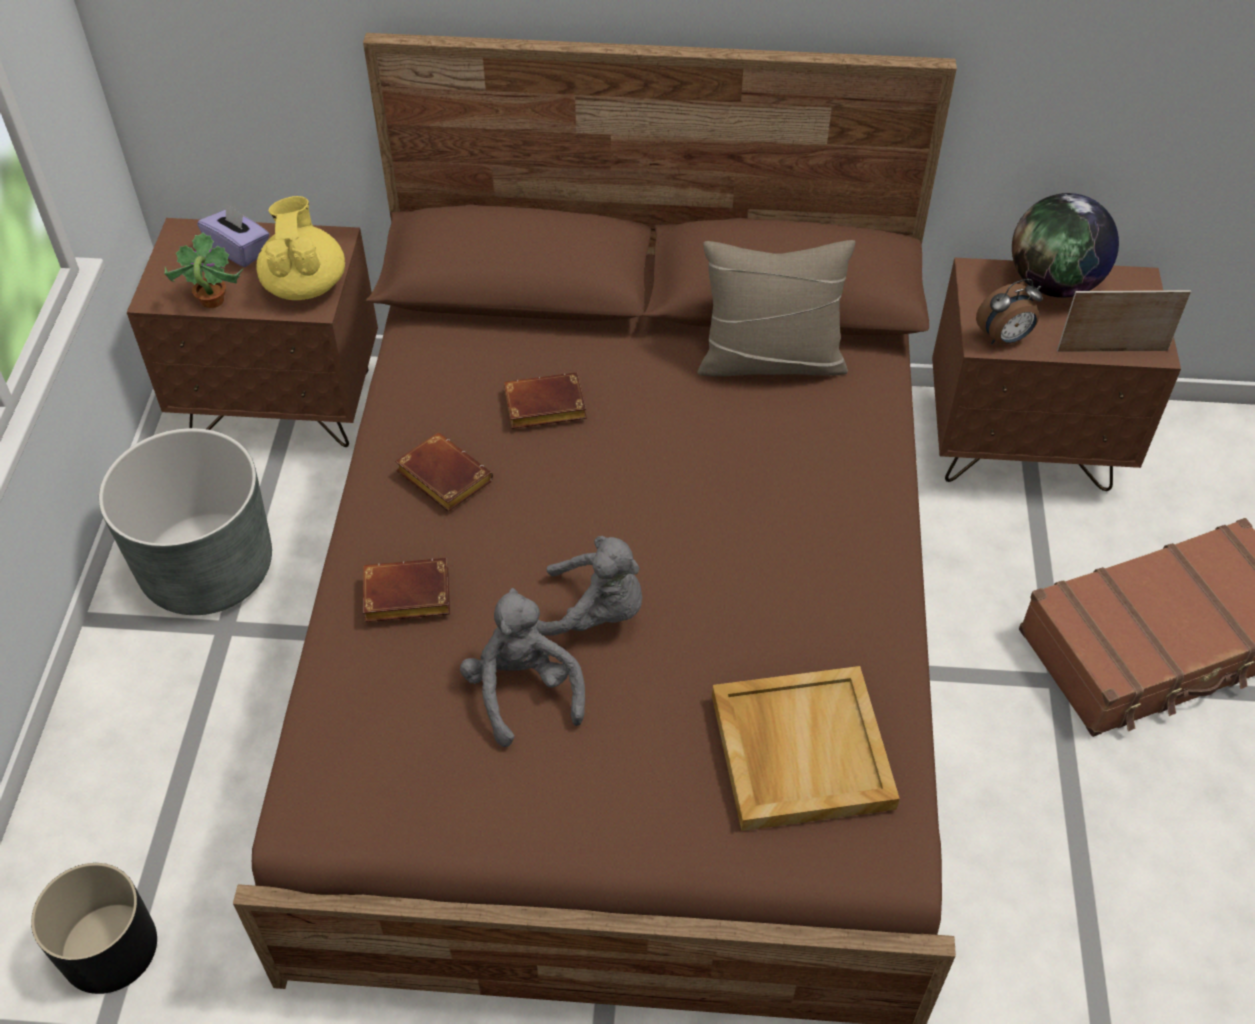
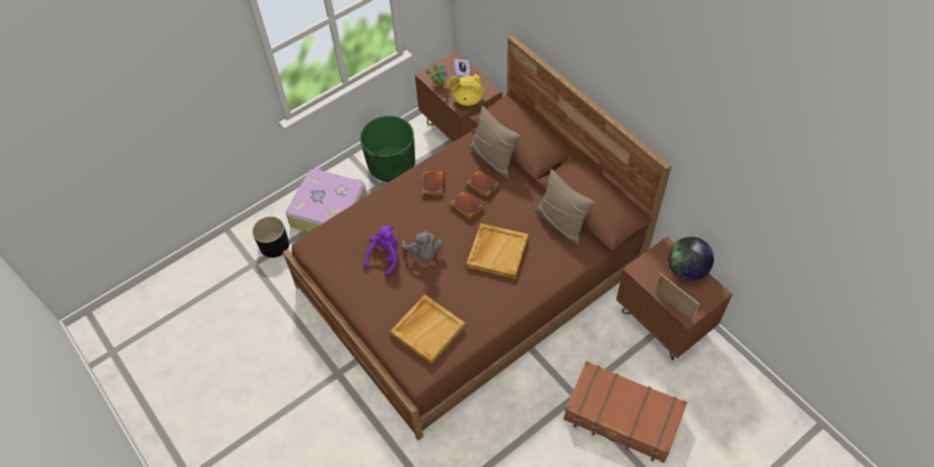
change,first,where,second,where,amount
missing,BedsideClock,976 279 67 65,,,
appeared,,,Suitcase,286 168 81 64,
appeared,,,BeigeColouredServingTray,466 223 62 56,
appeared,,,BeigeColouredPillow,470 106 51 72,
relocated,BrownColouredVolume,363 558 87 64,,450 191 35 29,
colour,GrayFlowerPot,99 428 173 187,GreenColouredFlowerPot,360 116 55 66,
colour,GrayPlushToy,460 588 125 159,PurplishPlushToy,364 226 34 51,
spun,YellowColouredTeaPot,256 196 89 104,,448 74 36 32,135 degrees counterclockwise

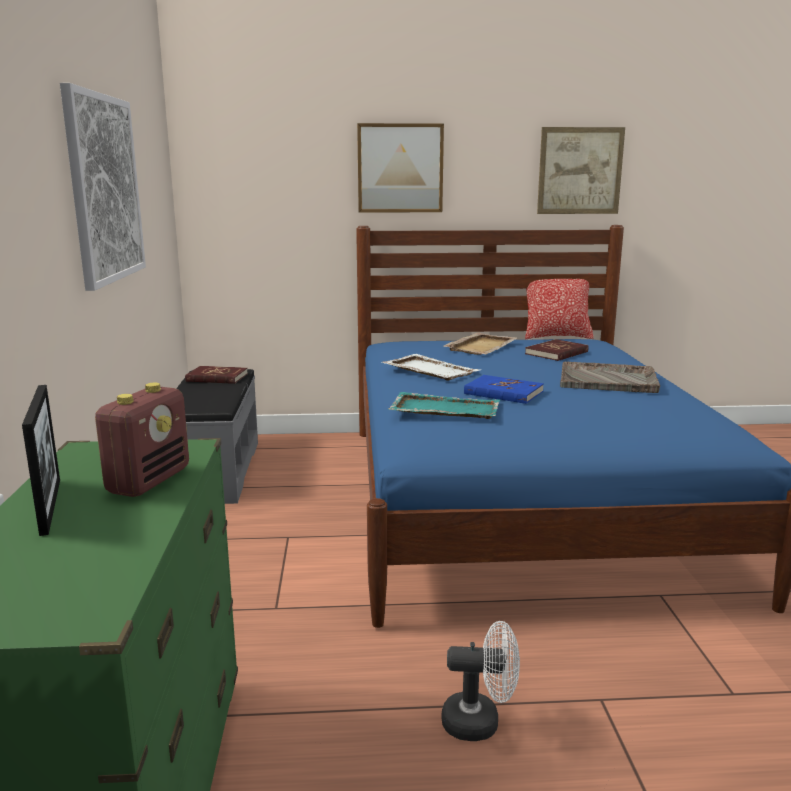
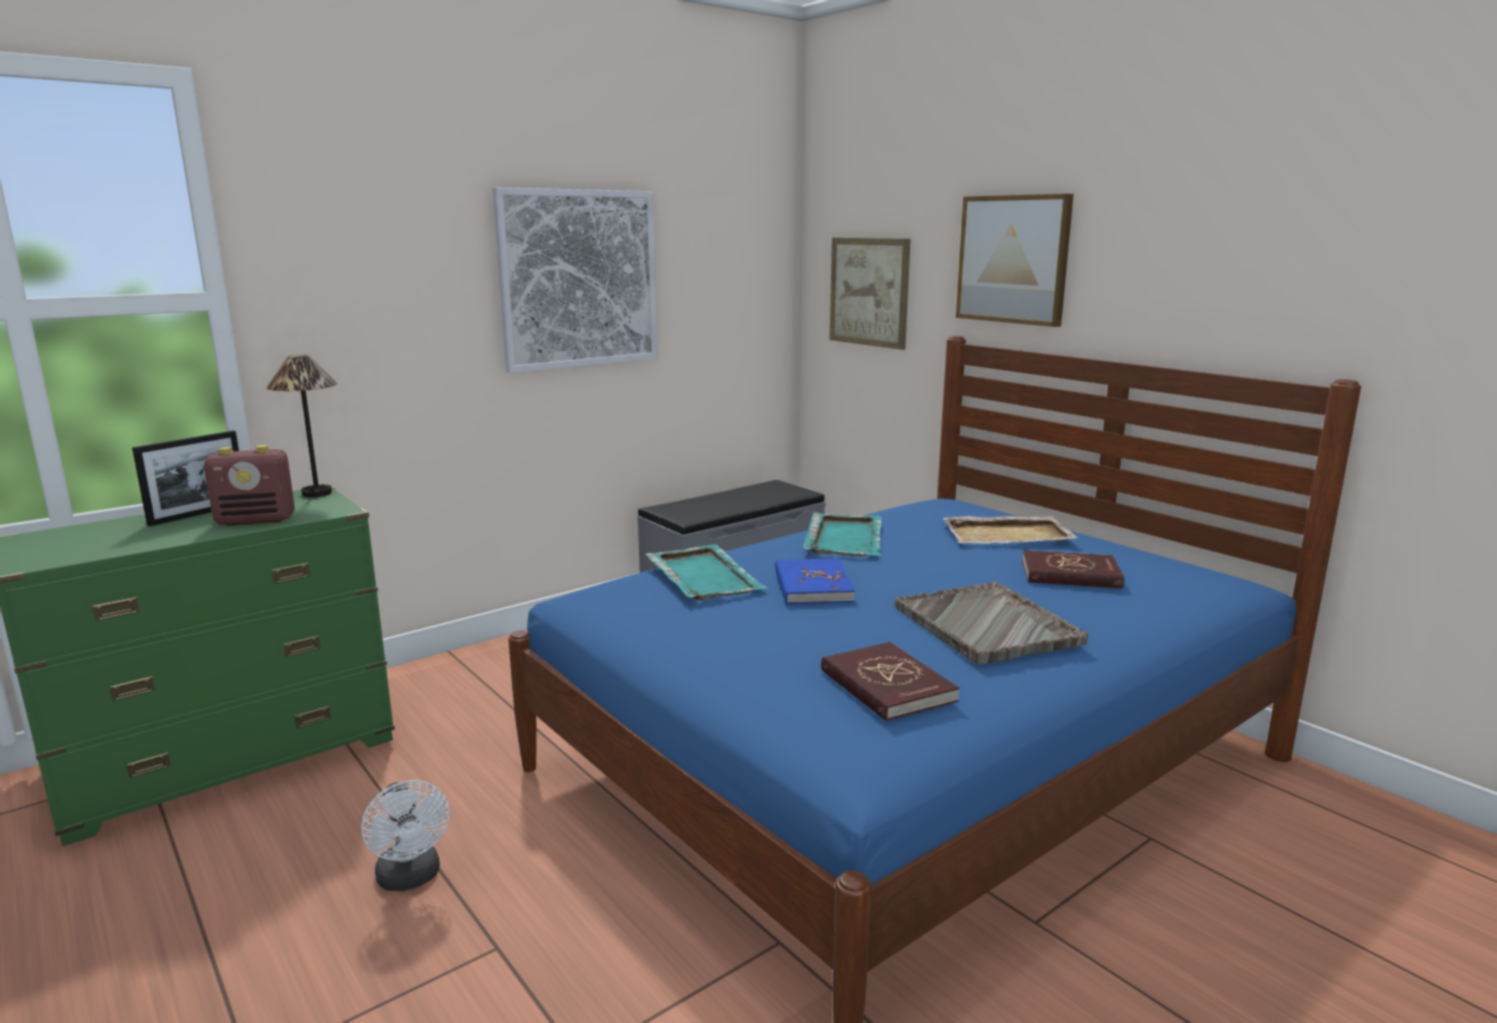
change,first,where,second,where,amount
missing,Pillow,525 273 69 66,,,
appeared,,,TabletopLamp,266 355 71 142,
relocated,RedVolume,185 366 63 18,,821 642 138 79,
relocated,Picture,537 127 88 87,,830 238 81 112,
colour,WhiteColouredServingTray,382 354 98 27,TurquoiseServingTray,803 513 78 44,

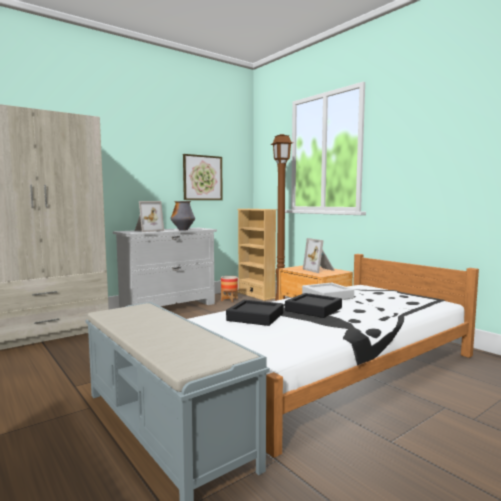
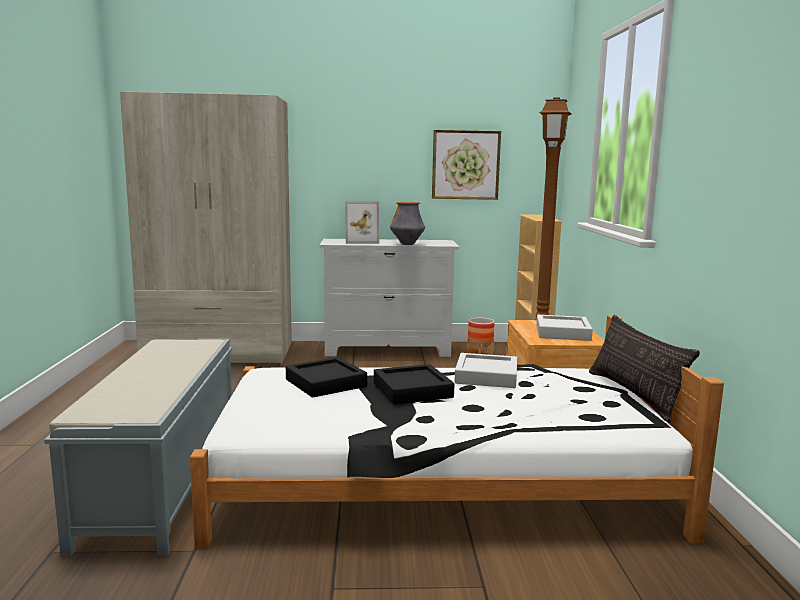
change,first,where,second,where,amount
appeared,,,Pillow,589 315 111 107,
exchanged,StandingFrame,303 238 32 35,GrayServingTray,536 315 57 26,

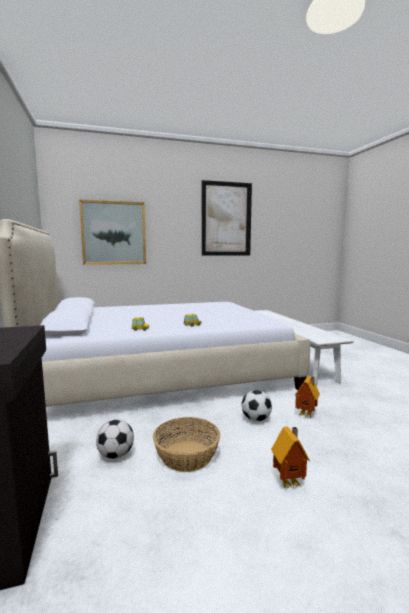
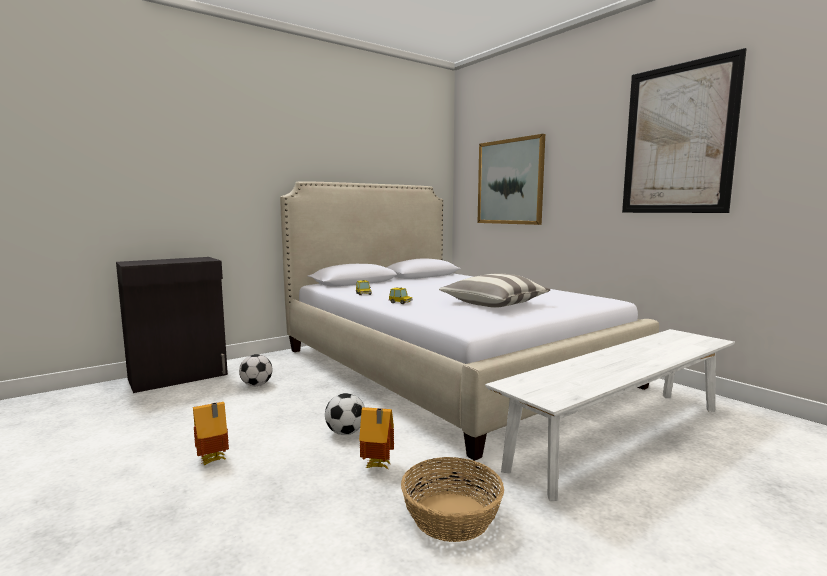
change,first,where,second,where,amount
appeared,,,Pillow,439 273 111 35,
relocated,Basket,153 417 67 55,,401 457 103 85,

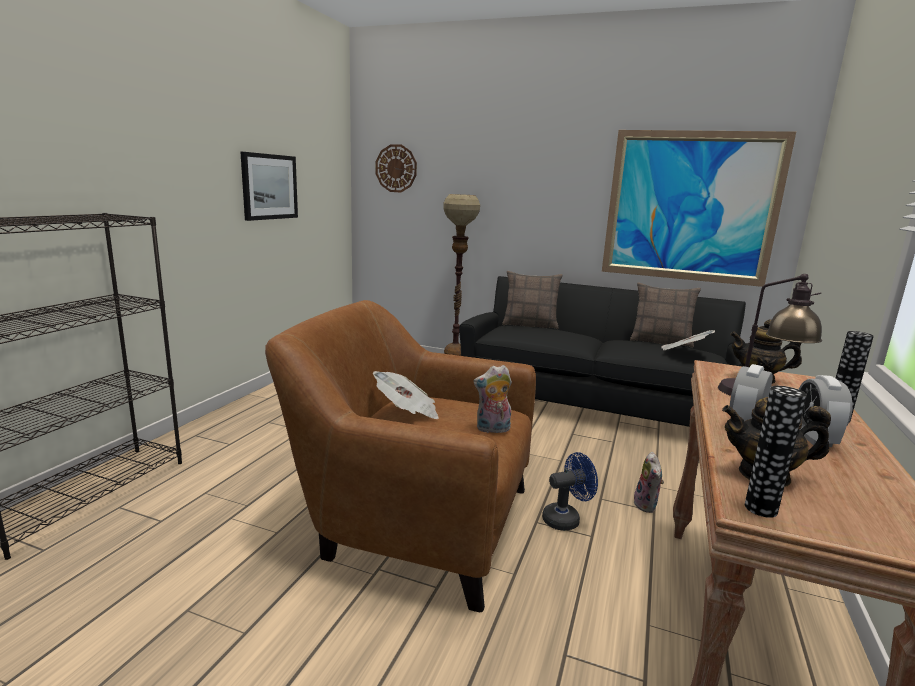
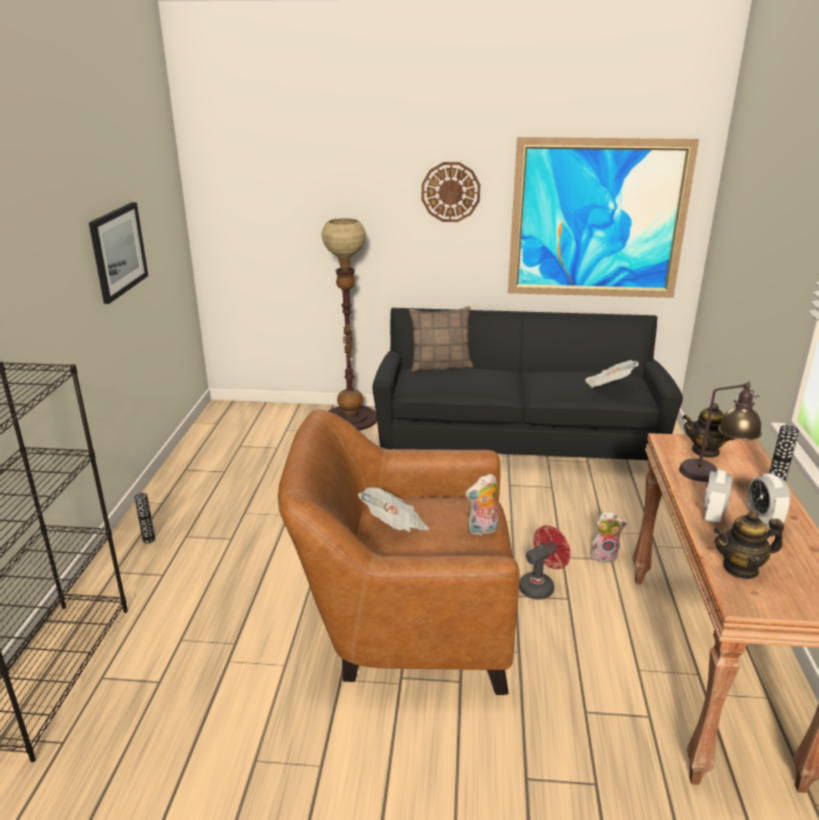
change,first,where,second,where,amount
missing,Pillow,630 282 71 66,,,
relocated,HangingClock,376 144 41 48,,422 162 58 60,
relocated,Vase,745 386 62 132,,134 493 21 50,
colour,BluishFan,542 452 56 79,RedFan,519 526 51 74,
spun,PlushToy,634 452 30 61,,590 512 37 51,75 degrees counterclockwise

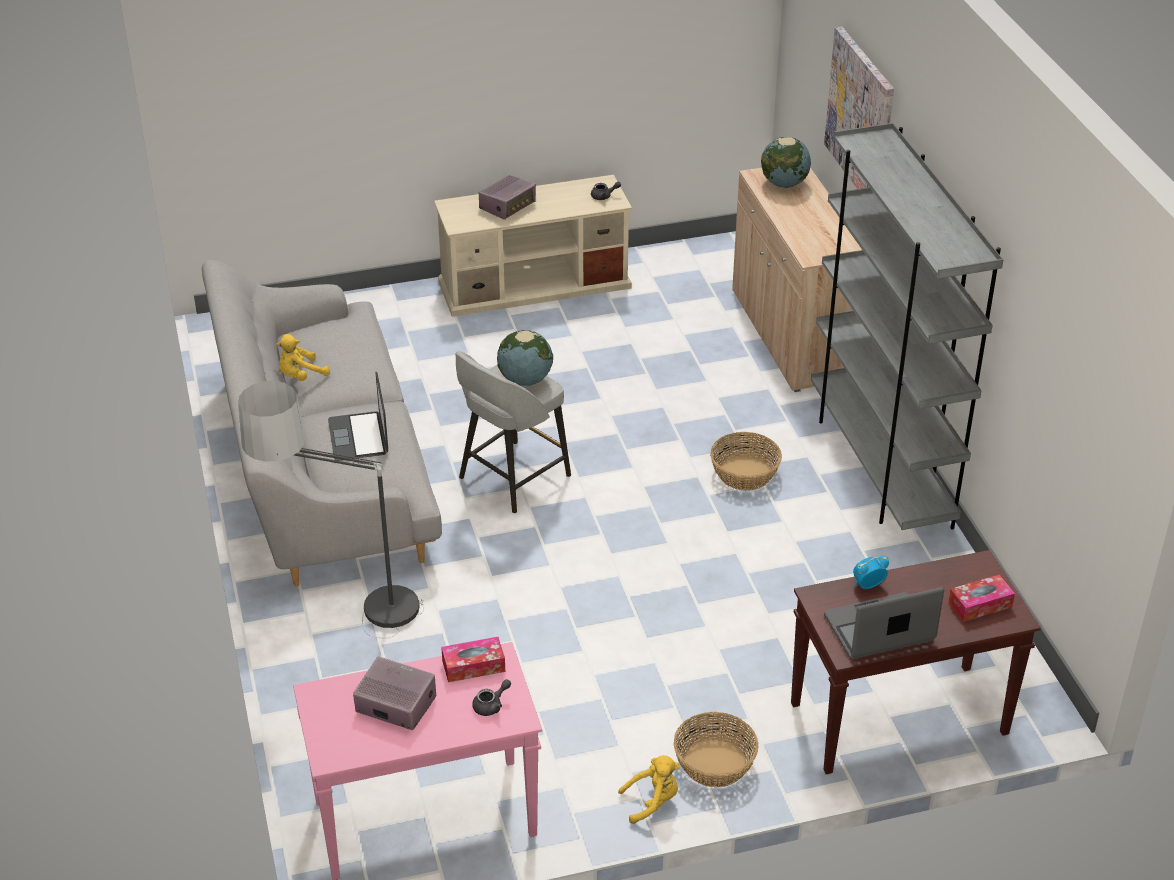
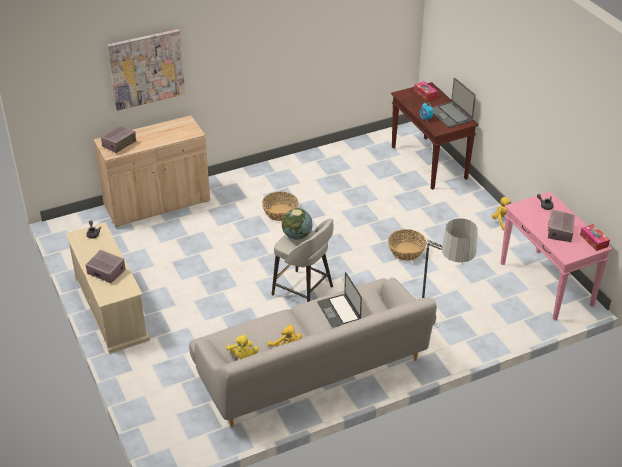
change,first,where,second,where,amount
missing,GrayBookcase,811 123 192 407,,,
appeared,,,YellowColouredPlushToy,226 334 33 25,
relocated,TissueBox,441 637 64 45,,580 224 30 27,
relocated,Basket,673 712 86 75,,388 229 38 32,
exchanged,DeskGlobe,761 137 50 51,Radio,101 126 35 27,
spun,NotebookComputer,328 371 60 90,,317 272 45 56,90 degrees clockwise

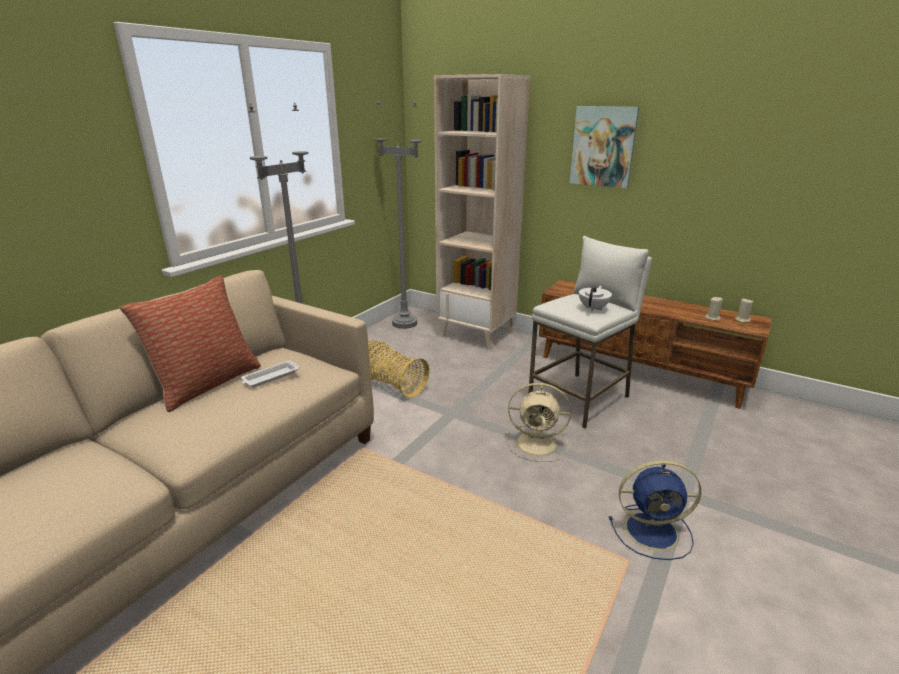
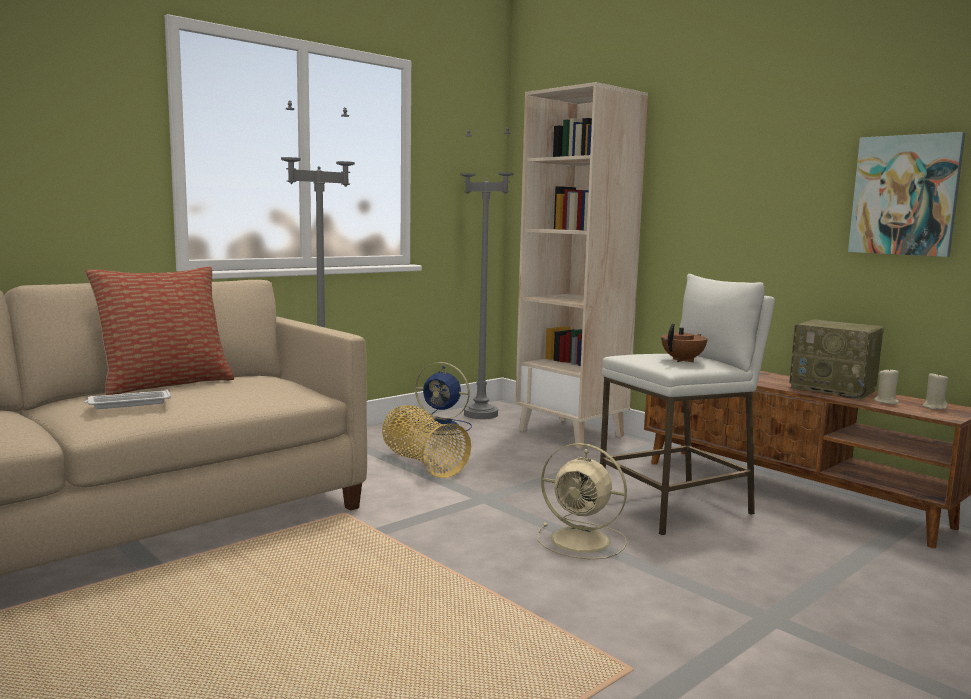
change,first,where,second,where,amount
appeared,,,Radio,789 319 95 81,
relocated,WhiteColouredServingTray,241 360 59 27,,84 389 87 20,
relocated,Picture,570 106 69 82,,848 132 117 125,
relocated,BluishFan,609 460 92 100,,413 362 59 73,
colour,WhiteColouredTeaPot,579 286 33 25,BrownColouredTeaPot,661 323 47 39,

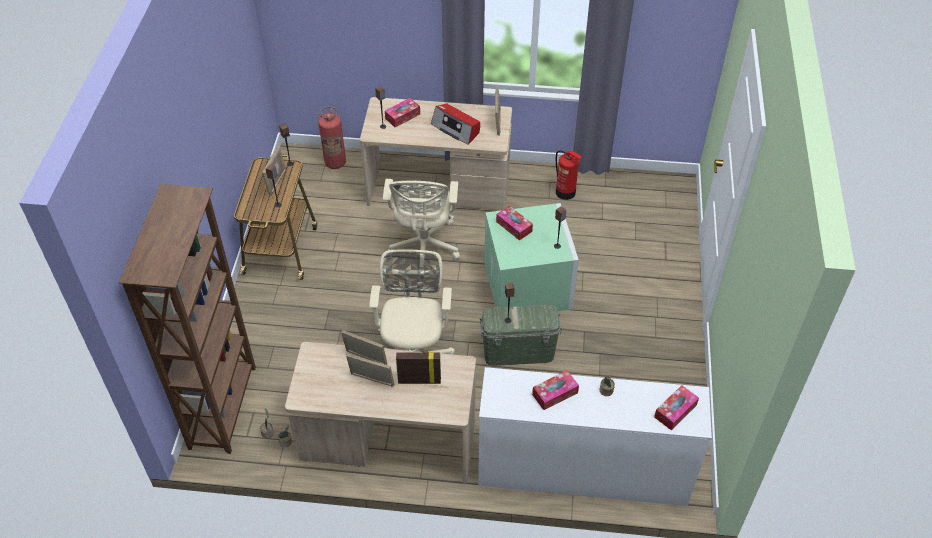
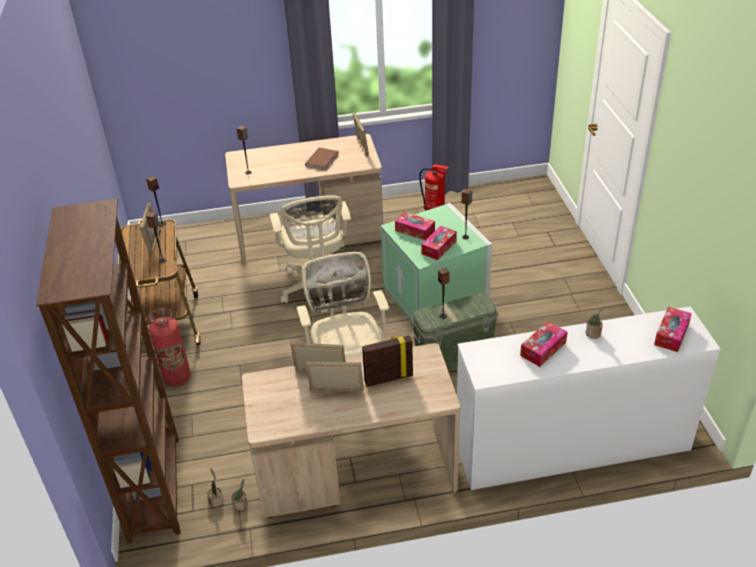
change,first,where,second,where,amount
relocated,Extinguisher,318 106 28 63,,149 308 42 78,
relocated,TissueBox,385 98 35 29,,421 226 36 34,
exchanged,Radio,431 103 49 42,BrownColouredVolume,305 148 34 22,

